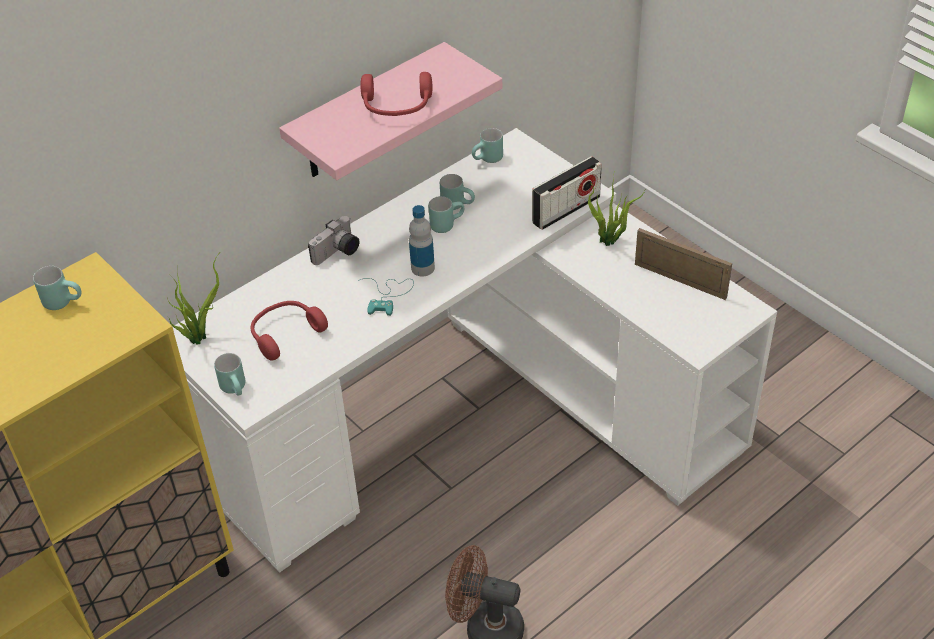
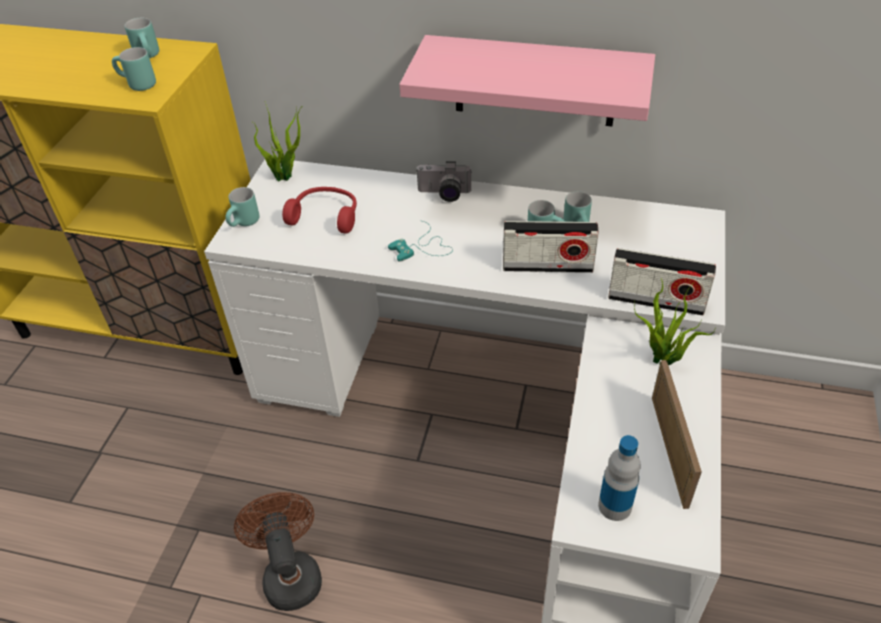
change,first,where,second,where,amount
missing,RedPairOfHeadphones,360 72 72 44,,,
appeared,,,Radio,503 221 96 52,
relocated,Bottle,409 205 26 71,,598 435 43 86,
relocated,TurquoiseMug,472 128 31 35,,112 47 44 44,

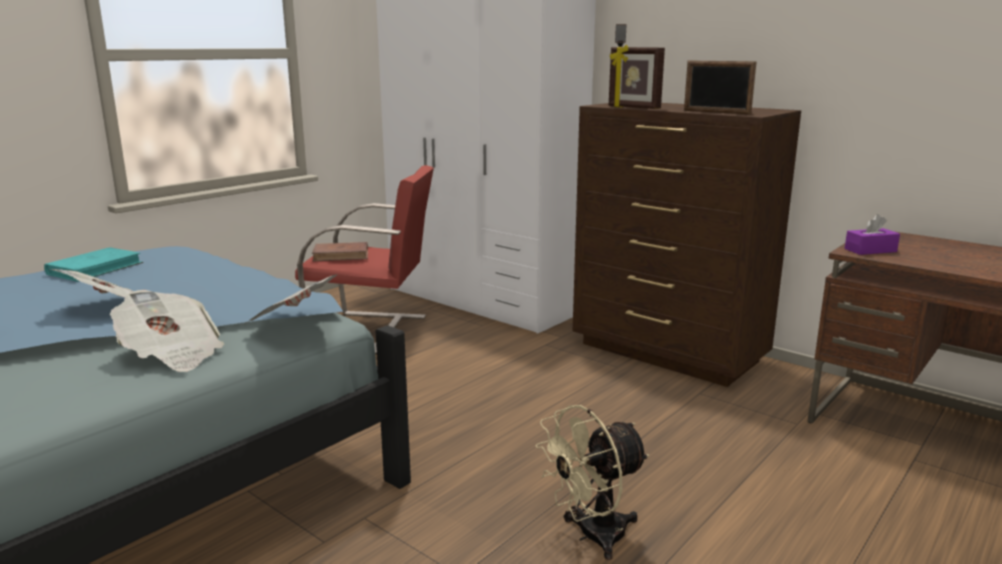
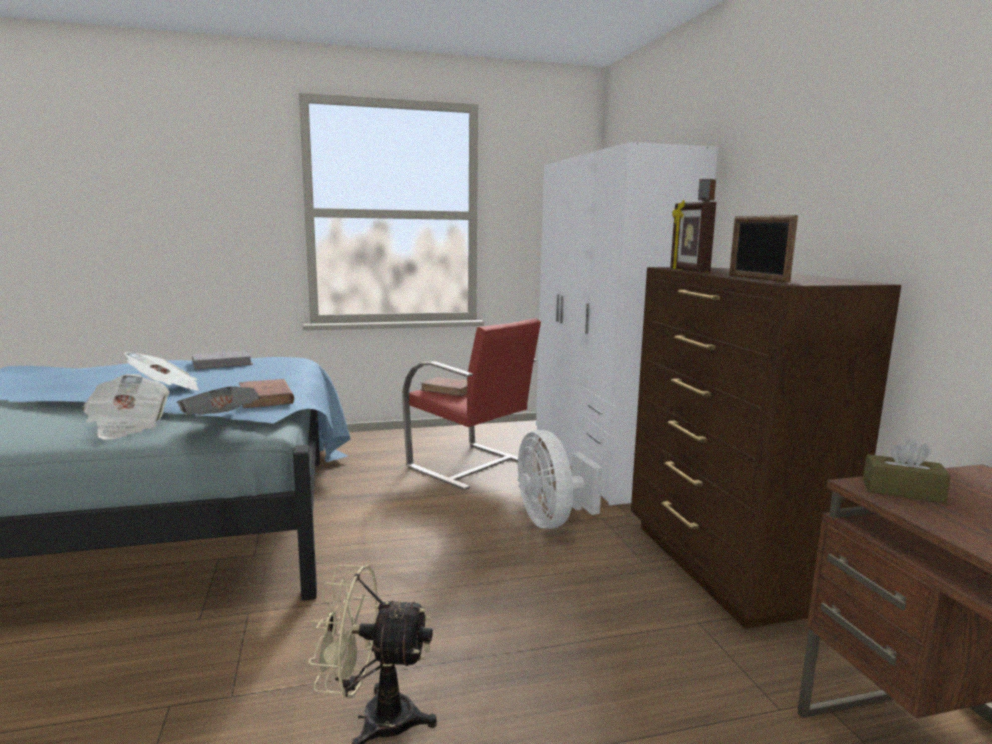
change,first,where,second,where,amount
appeared,,,BrownColouredVolume,239 379 55 29,
appeared,,,WhiteColouredFan,518 430 84 99,
colour,TurquoiseVolume,44 247 99 35,GrayVolume,192 350 61 19,
colour,PurplishTissueBox,845 214 55 41,BrownColouredTissueBox,863 438 88 65,

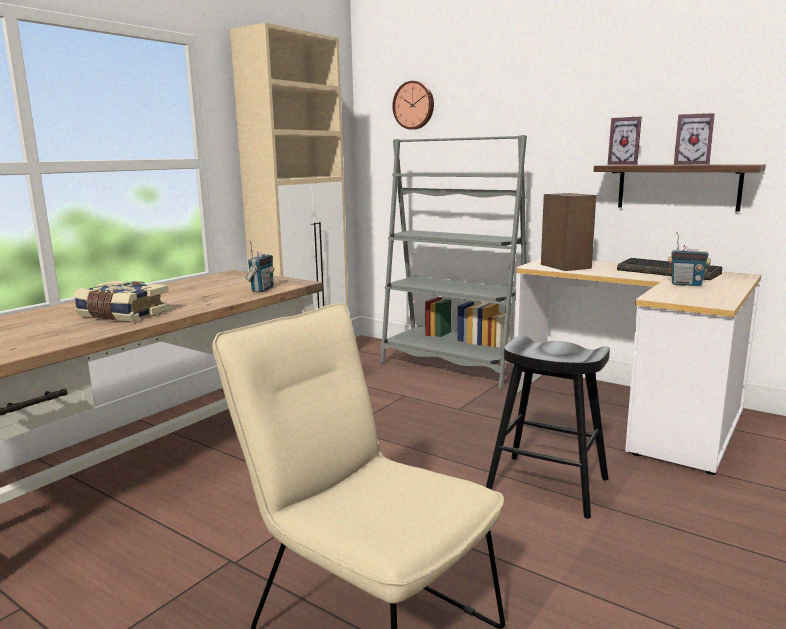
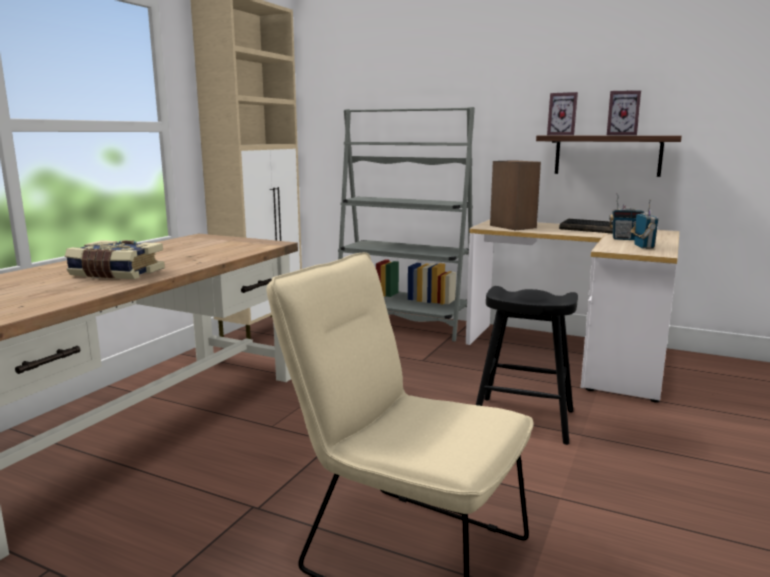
change,first,where,second,where,amount
missing,HangingClock,392 81 42 49,,,
relocated,Radio,245 240 29 52,,631 199 27 50,

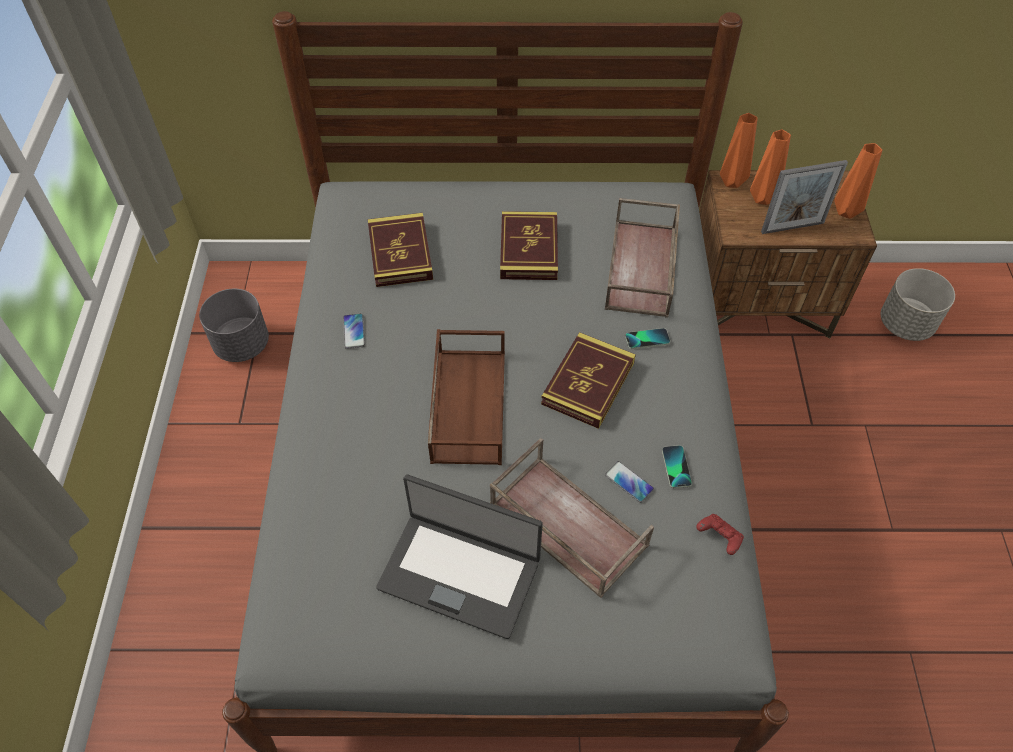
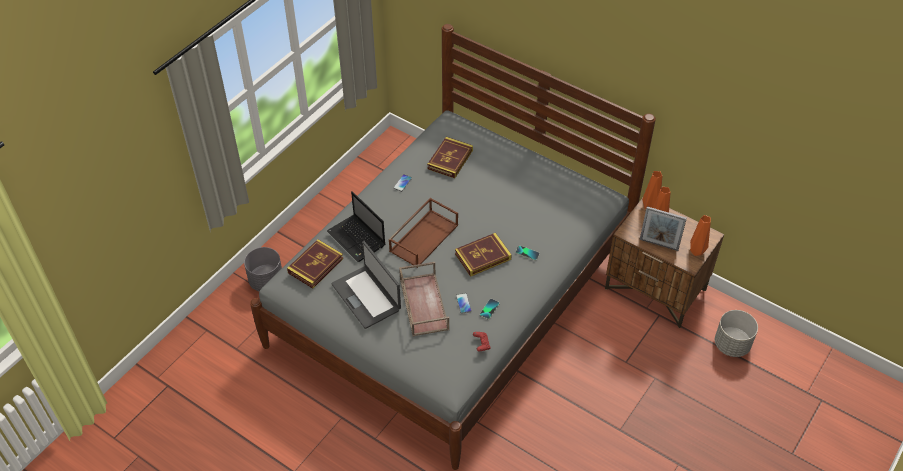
change,first,where,second,where,amount
missing,BrownColouredServingTray,605 198 75 120,,,
appeared,,,NotebookComputer,327 191 59 71,
relocated,GrayFlowerPot,199 289 70 73,,244 247 38 44,
relocated,Volume,500 211 58 69,,287 239 56 49,

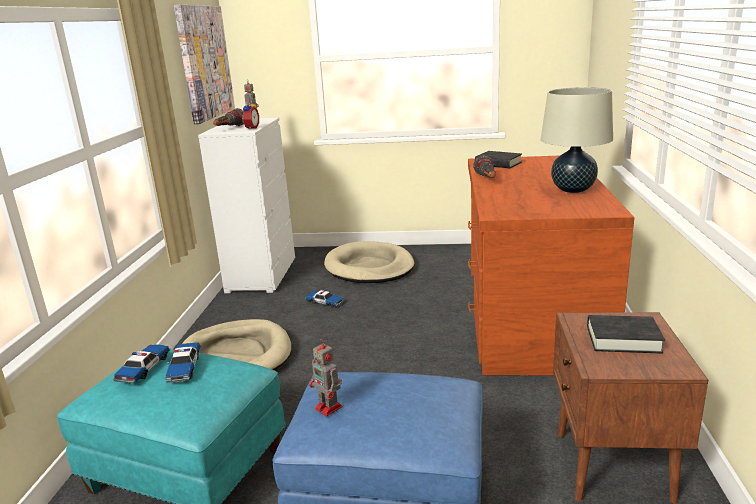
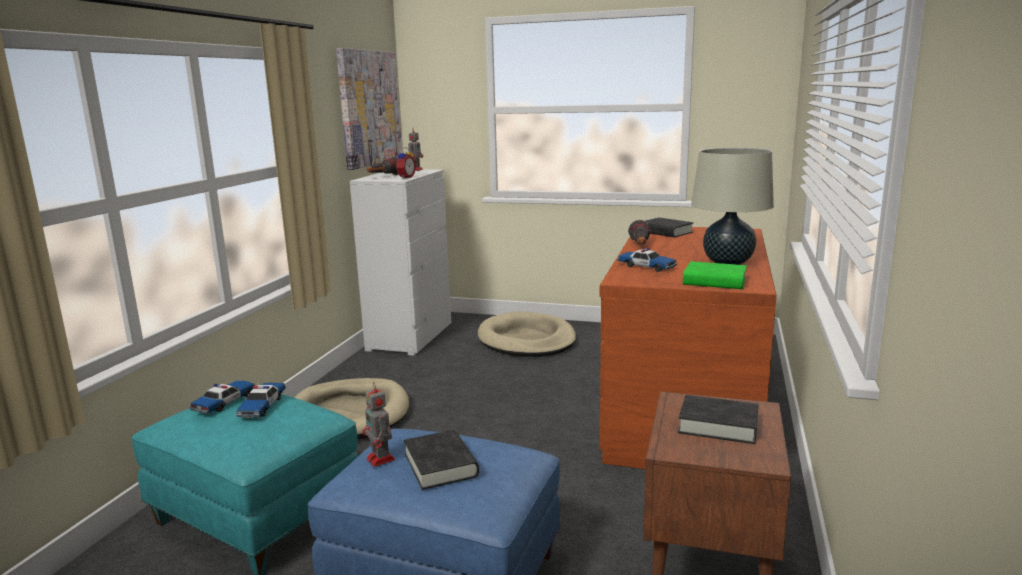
change,first,where,second,where,amount
appeared,,,BlackColouredVolume,404 430 75 60,
appeared,,,GreenColouredVolume,683 261 64 28,
relocated,ToyCar,305 290 40 18,,617 248 60 24,

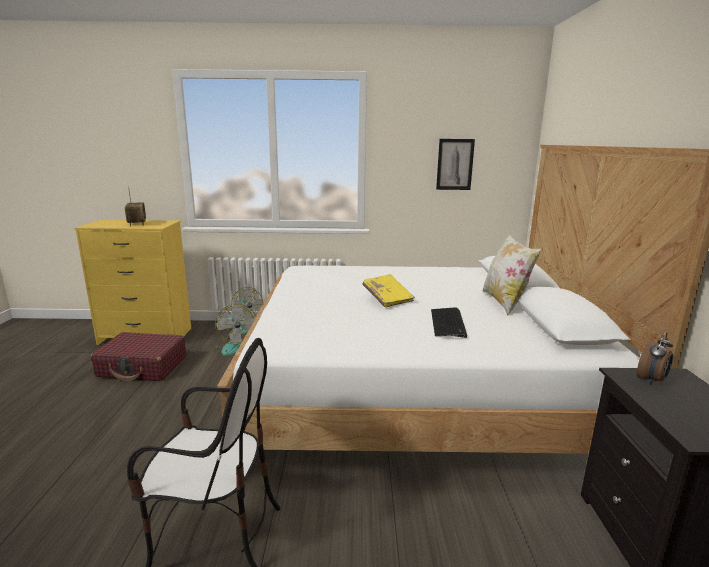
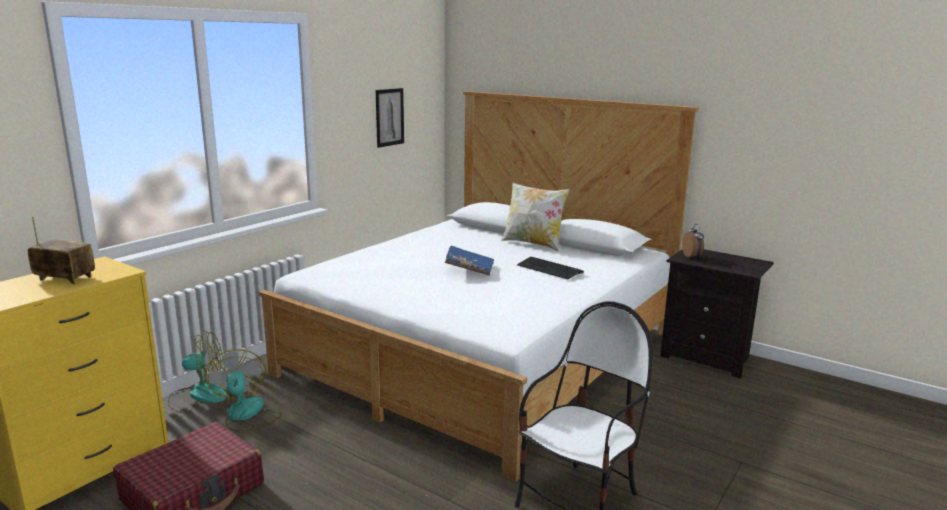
change,first,where,second,where,amount
colour,YellowColouredVolume,362 274 53 34,BluishVolume,445 246 49 30,
spun,Fan,208 304 48 52,,204 349 78 83,120 degrees counterclockwise

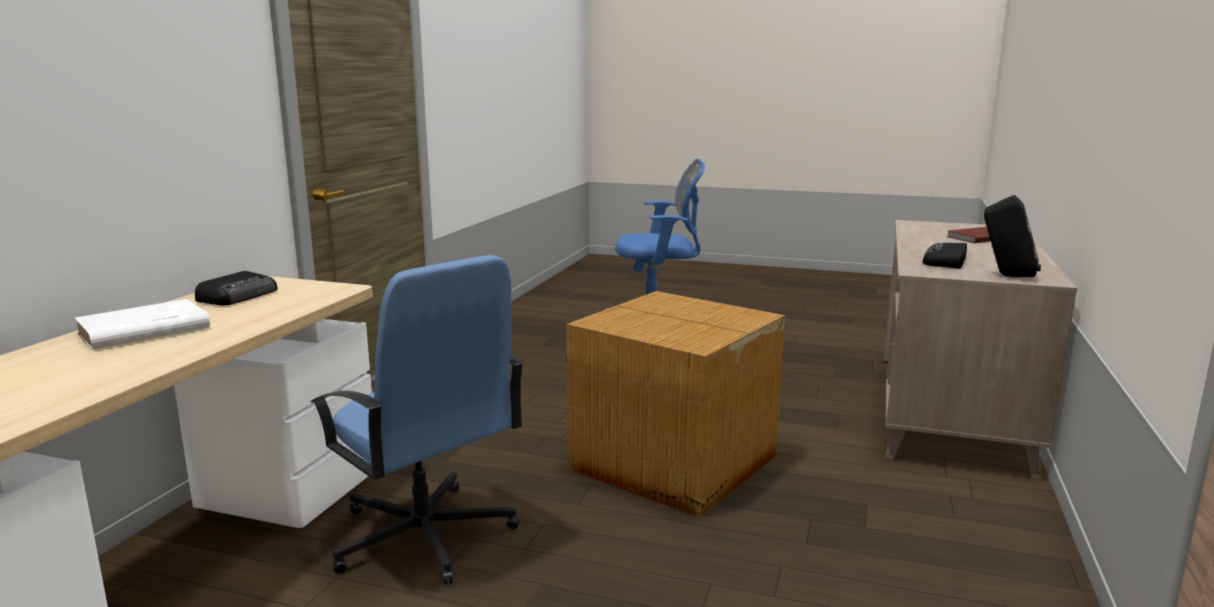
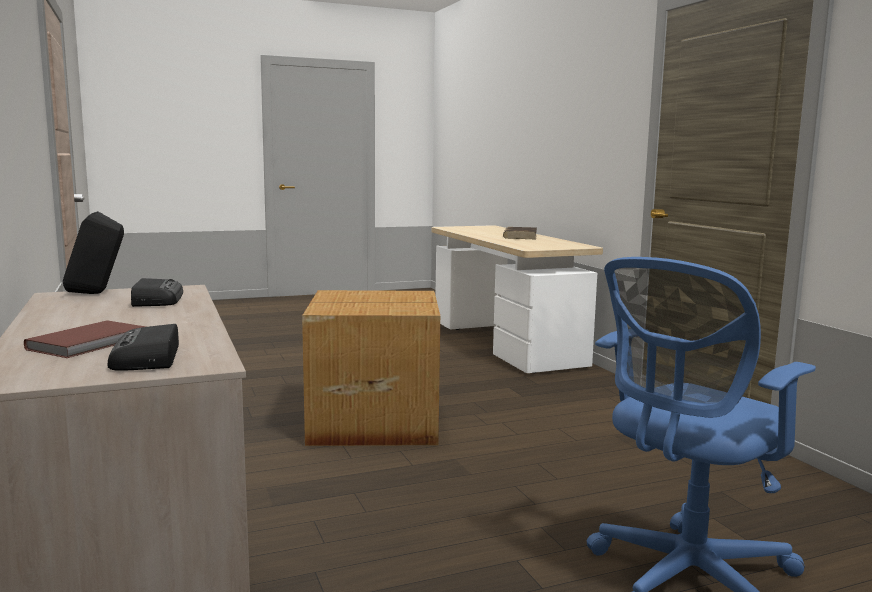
change,first,where,second,where,amount
missing,BluishOfficeChair,311 255 214 330,,,
relocated,Radio,195 271 83 34,,108 324 71 47,
colour,WhiteColouredVolume,74 299 136 51,BrownColouredVolume,503 227 34 12,

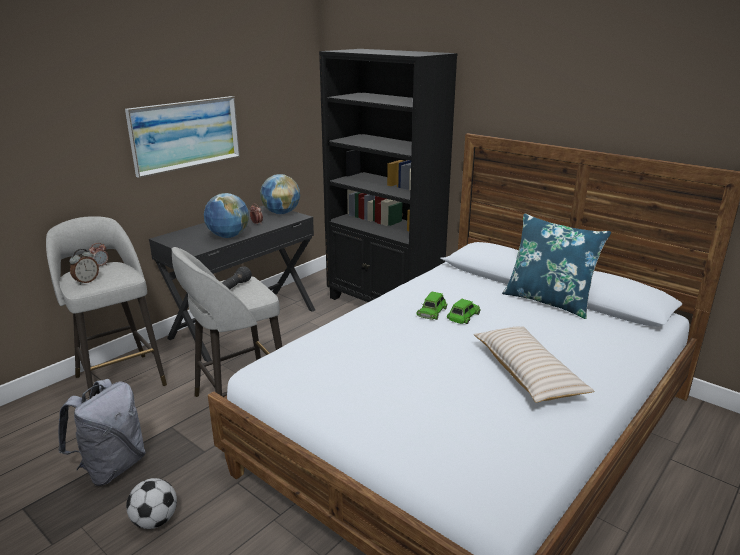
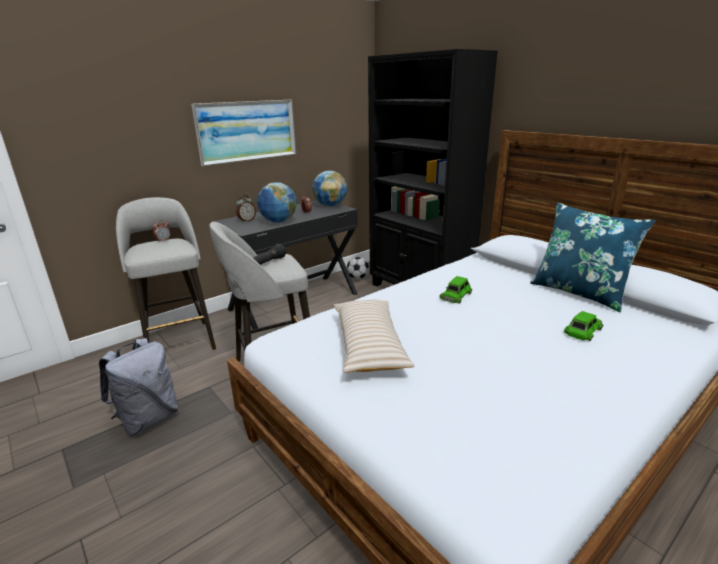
change,first,where,second,where,amount
relocated,BedsideClock,69 249 30 36,,236 195 20 27,
relocated,Football,126 478 51 51,,347 257 22 22,
relocated,GreenColouredToyCar,447 299 34 25,,564 311 39 30,
relocated,BeigeColouredPillow,473 327 121 76,,334 300 80 73,

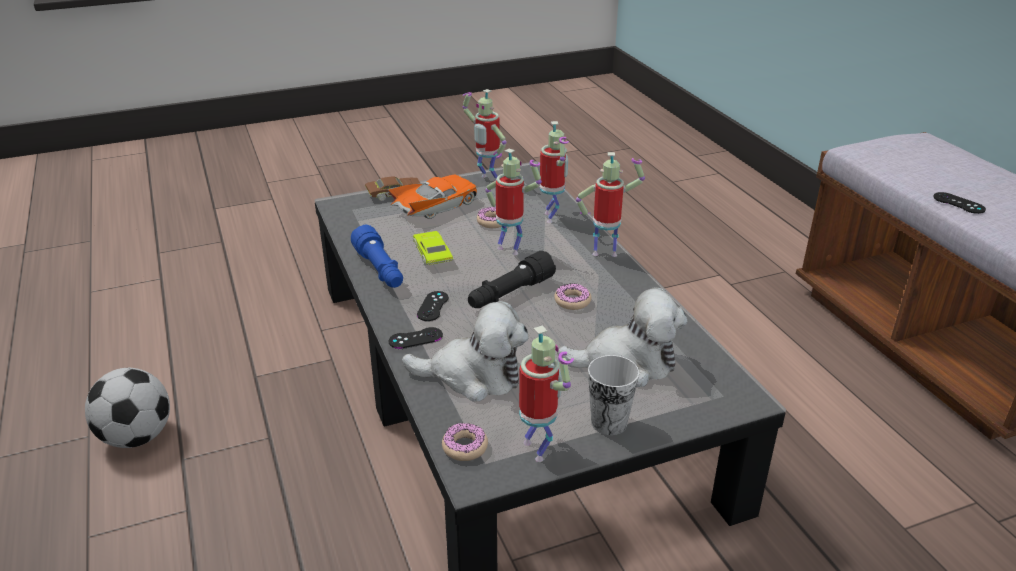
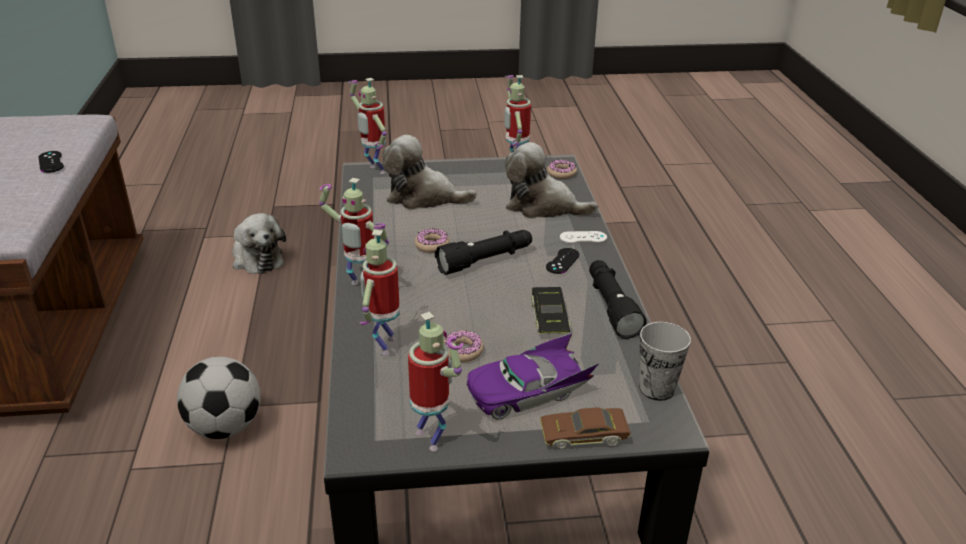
change,first,where,second,where,amount
appeared,,,PlushToy,232 213 54 61,
relocated,Football,85 368 85 80,,177 357 84 82,
relocated,ToyRobot,485 149 57 106,,348 78 39 96,
relocated,DrinkingCup,588 355 51 80,,639 322 52 79,
colour,BluishHandTorch,351 225 52 63,BlackColouredHandTorch,589 260 58 79,
colour,OrangeToyCar,387 175 90 44,PurplishToyCar,466 333 133 87,
colour,BlackColouredGameController,389 327 54 22,WhiteColouredGameController,560 231 47 12,
colour,GreenColouredToyCar,413 231 40 34,BlackColouredToyCar,531 287 39 47,

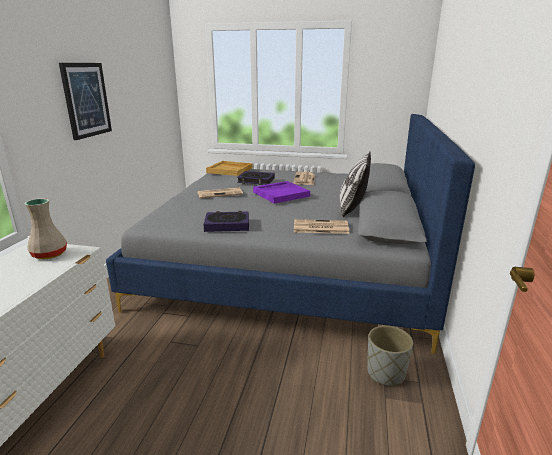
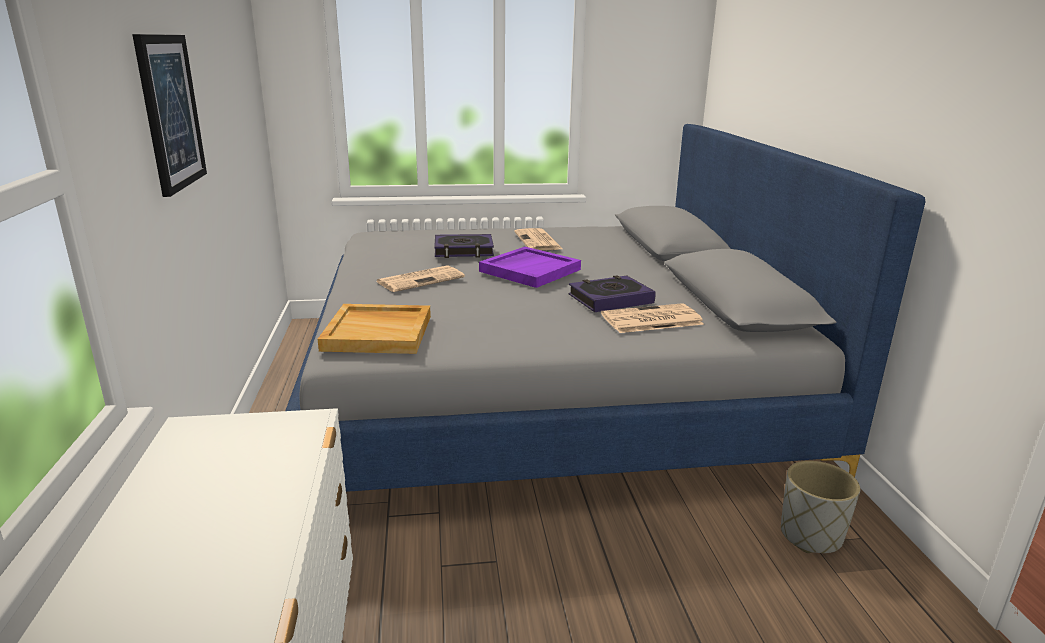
change,first,where,second,where,amount
missing,BeigeColouredVase,24 198 43 62,,,
missing,Pillow,340 151 31 66,,,
relocated,Volume,204 211 45 21,,569 275 87 37,
relocated,BeigeColouredServingTray,206 161 46 15,,318 304 113 50,

